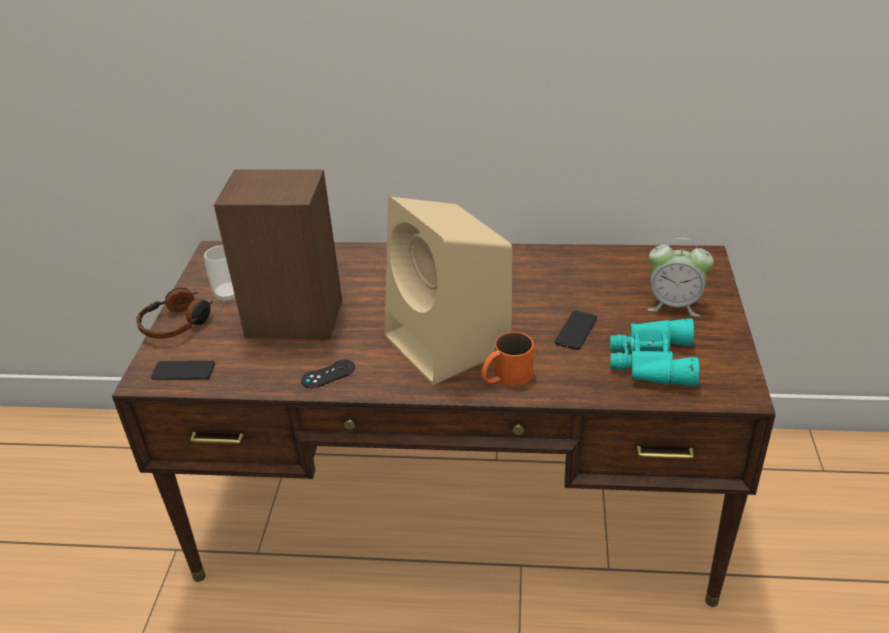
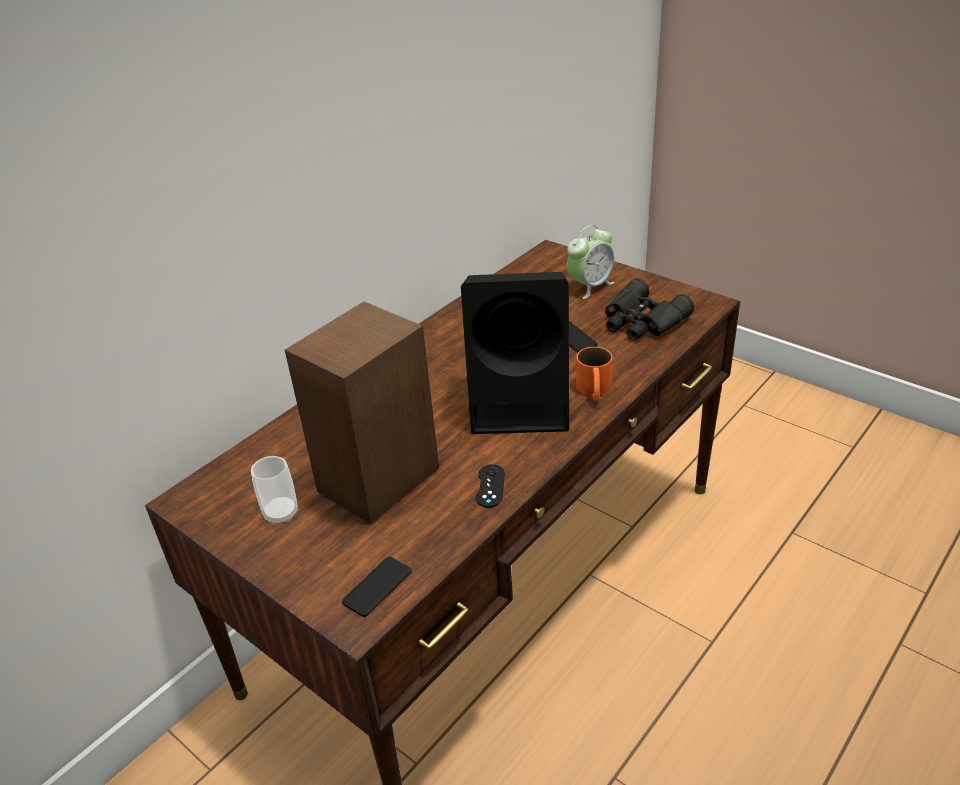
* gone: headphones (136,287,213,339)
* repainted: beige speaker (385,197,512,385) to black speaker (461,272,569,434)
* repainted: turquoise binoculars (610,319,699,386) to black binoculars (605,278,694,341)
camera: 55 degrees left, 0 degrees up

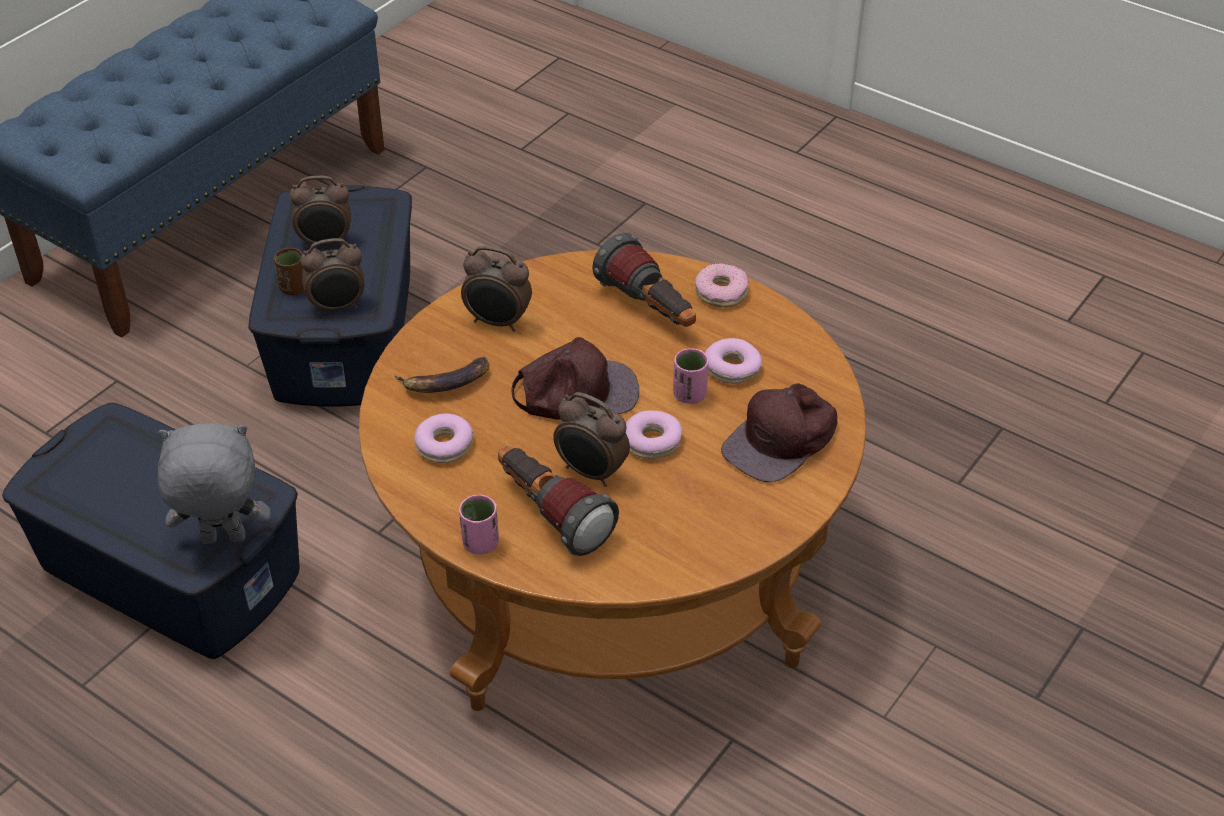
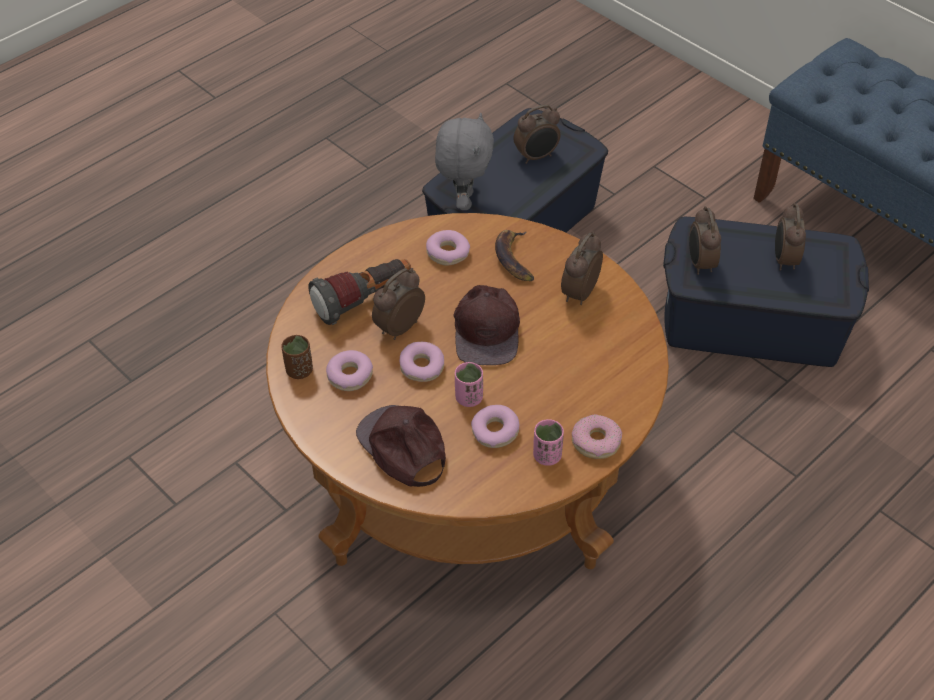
* shifted: brown cup (274,248,304,295) to (281,335,313,379)
* shifted: pink cup (459,495,499,555) to (533,419,564,466)
* gone: flashlight (592,233,696,327)
* new: donut (326,350,373,391)
* new: alarm clock (513,105,560,164)
camera: 100 degrees right, 5 degrees up

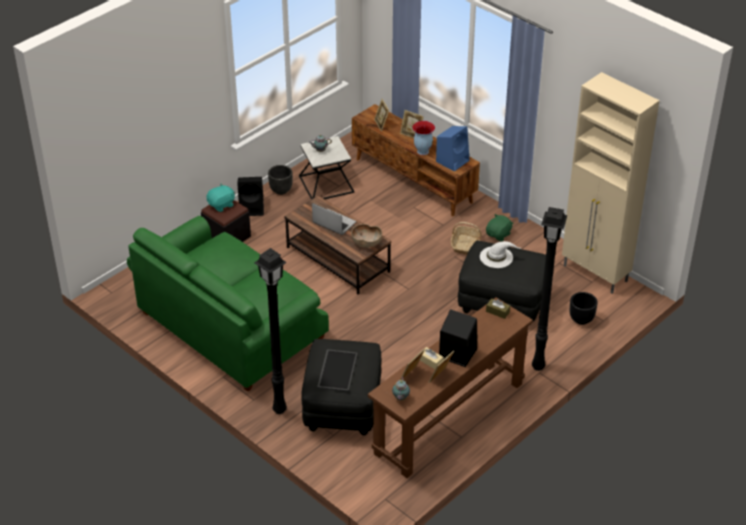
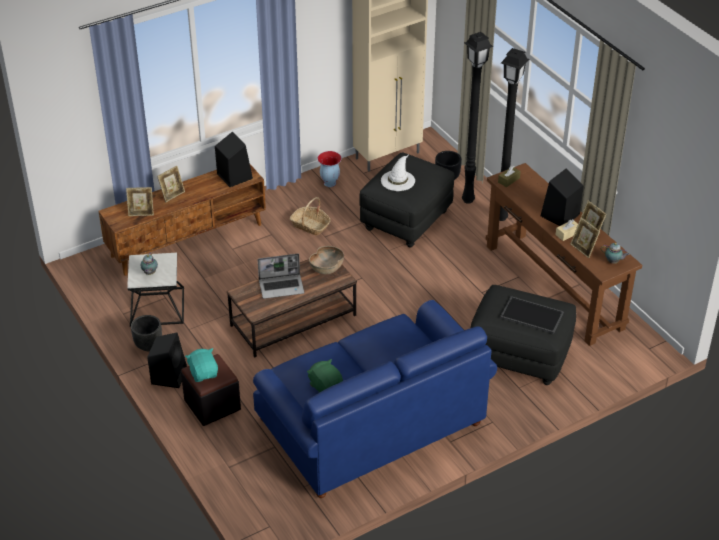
* repainted: green sofa (127,216,329,391) to blue sofa (253,300,497,498)
* shifted: black floor lamp (254,248,287,414) to (462,32,493,204)
* rotated: laptop (312,203,356,235) = (258,254,304,299) 150 degrees counterclockwise
* shifted: vase (412,121,435,155) to (318,151,342,187)
* repainted: blue speaker (436,126,469,171) to black speaker (215,131,253,187)
* shifted: green plush toy (486,214,513,241) to (307,359,343,393)
camera: 75 degrees left, 0 degrees up

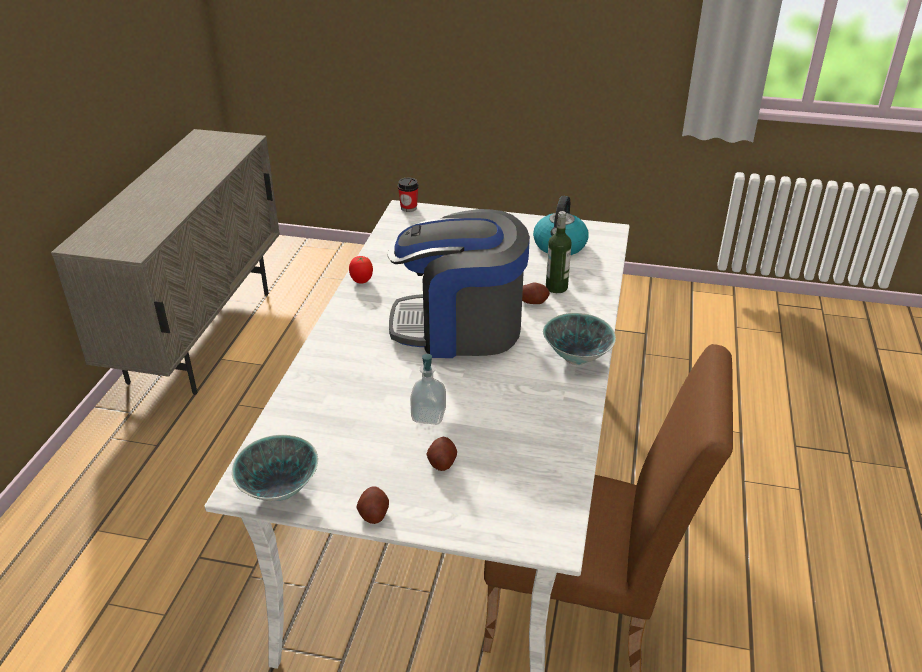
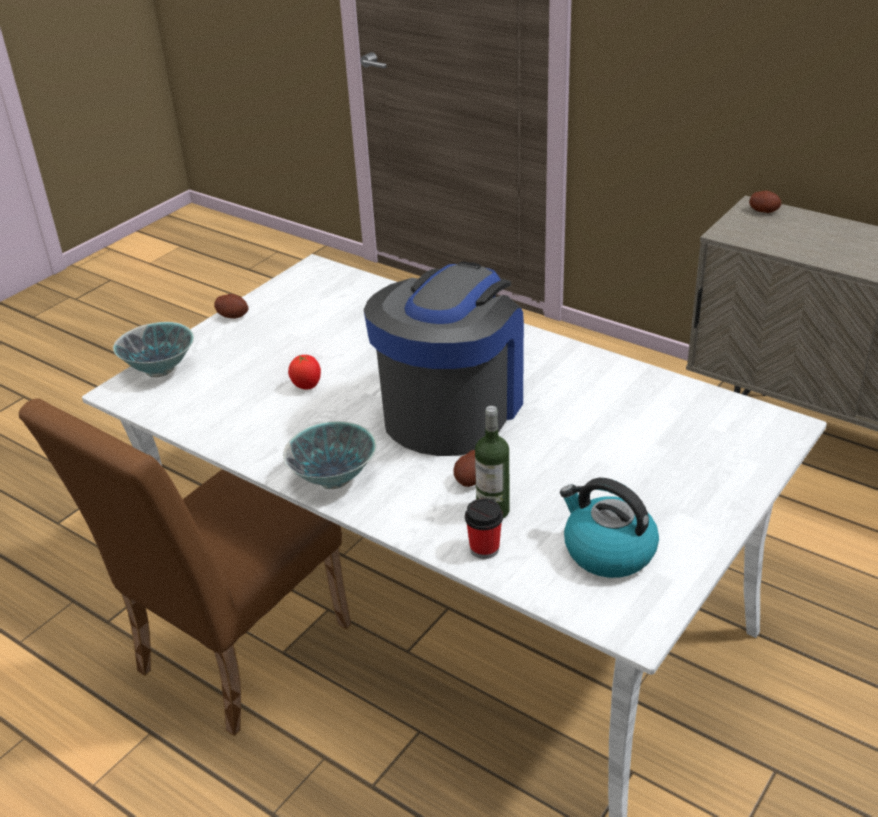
* shifted: bowl (232,435,318,501) to (113,322,194,377)
* shifted: tomato (349,256,373,284) to (288,355,321,390)
* shifted: cup (398,177,419,212) to (465,498,503,559)
* gone: soap dispenser (410,354,446,425)
* shifted: potato (426,437,457,471) to (749,191,781,213)
camera: 115 degrees right, 0 degrees up

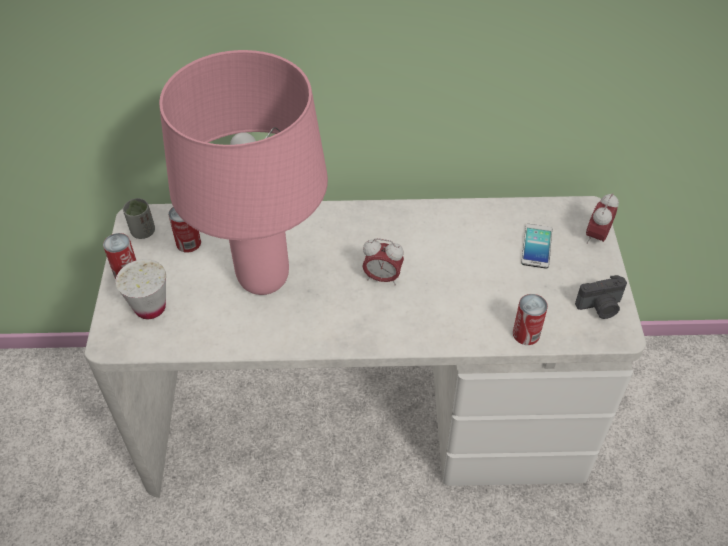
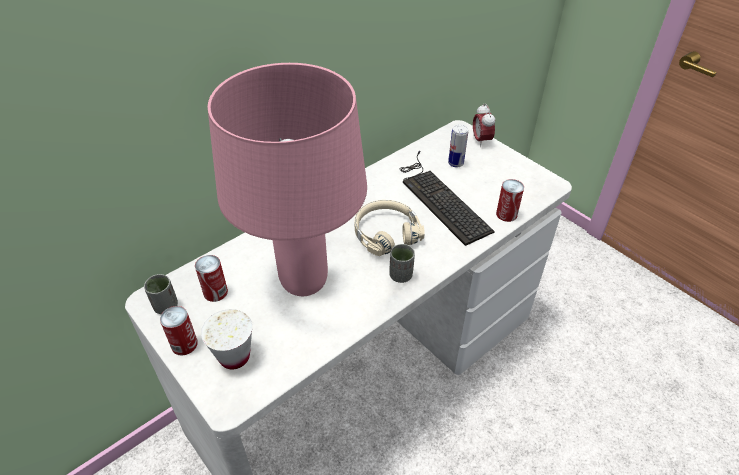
* swapped: alarm clock (362,238,404,285) to beige headphones (355,200,425,256)
* swapped: phone (521,224,552,269) to can (448,124,468,167)
* gone: photo camera (575,275,627,319)
* new: grey cup (389,244,415,283)
* new: keyboard (399,151,495,246)
camera: 40 degrees left, 5 degrees down

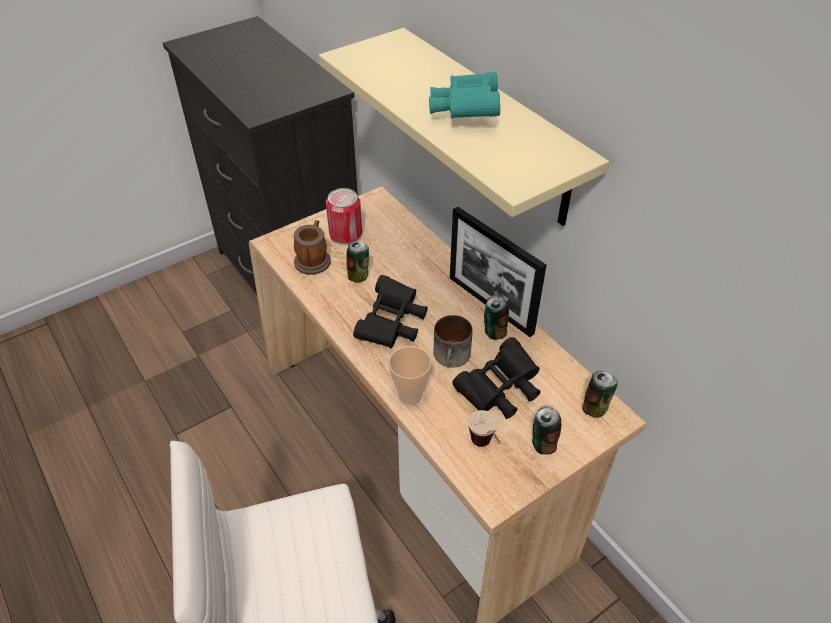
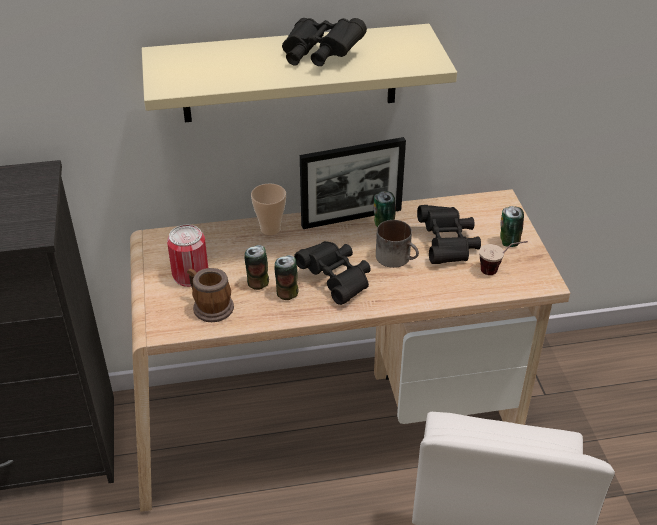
* shifted: cup (389,346,431,405) to (251,184,286,235)
* repainted: turquoise binoculars (429,72,500,118) to black binoculars (282,18,367,66)
* shifted: can (583,371,617,418) to (275,255,299,300)
camera: 65 degrees left, 5 degrees down

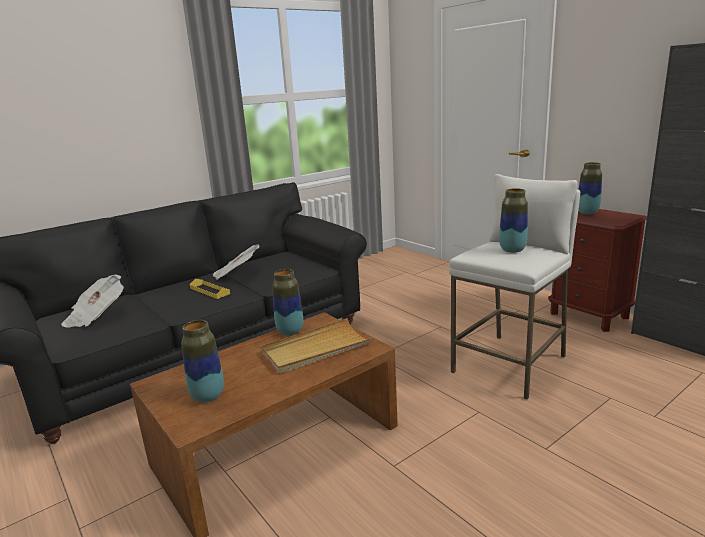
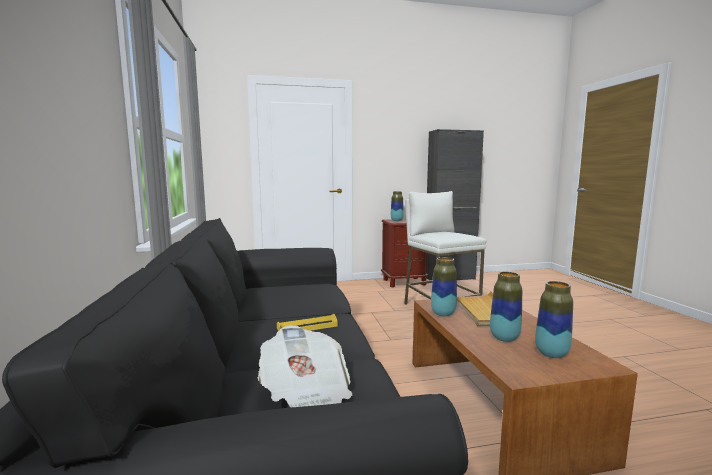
* gone: newspaper (213,244,259,280)
* shifted: vase (499,188,528,253) to (490,272,522,342)
camera: 65 degrees left, 10 degrees down

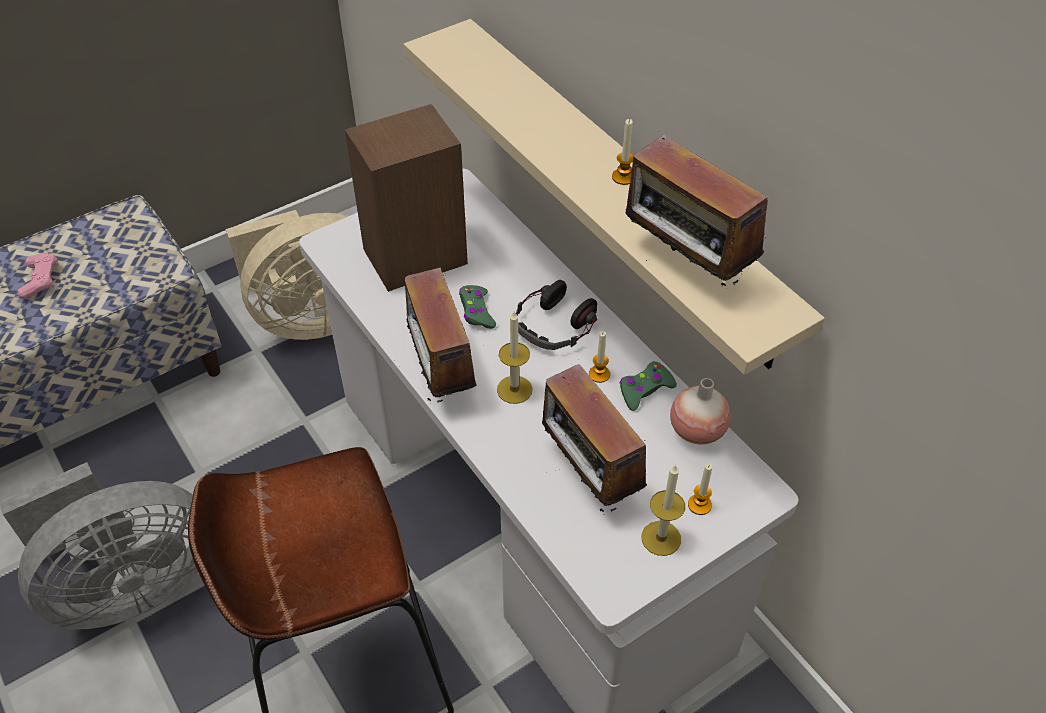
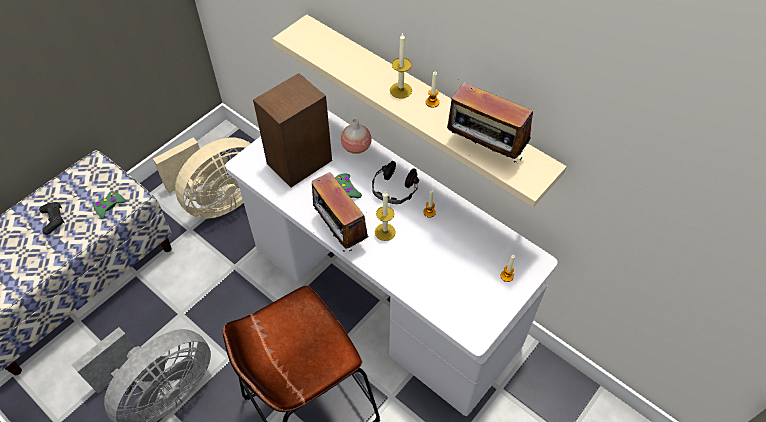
* repainted: pink game controller (18,253,59,299) to black game controller (39,202,65,235)
* gone: radio (542,364,647,512)
* shifted: green game controller (620,361,677,411) to (94,191,126,219)
* shifted: candle (641,464,685,556) to (390,33,412,99)
* shifted: vase (670,378,731,445) to (341,118,372,154)
camera: 15 degrees left, 5 degrees up

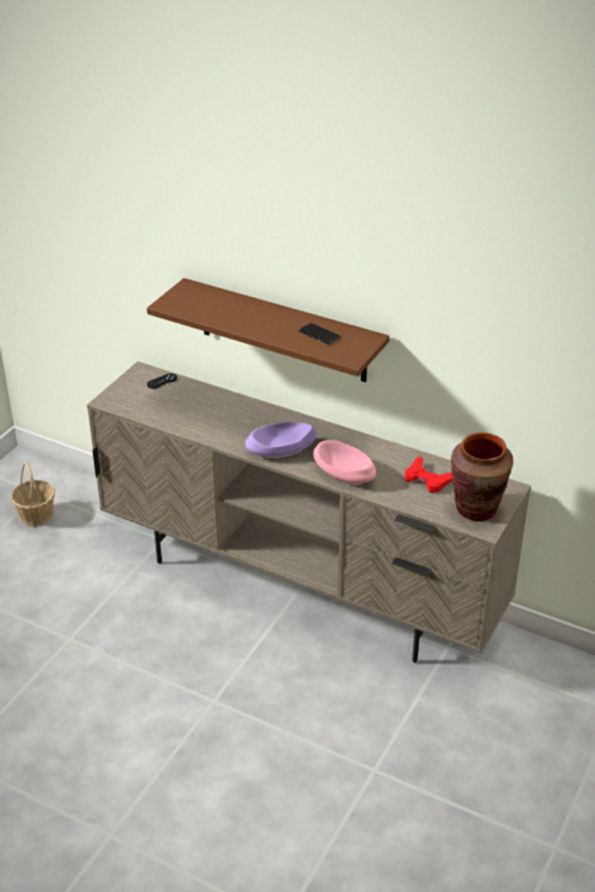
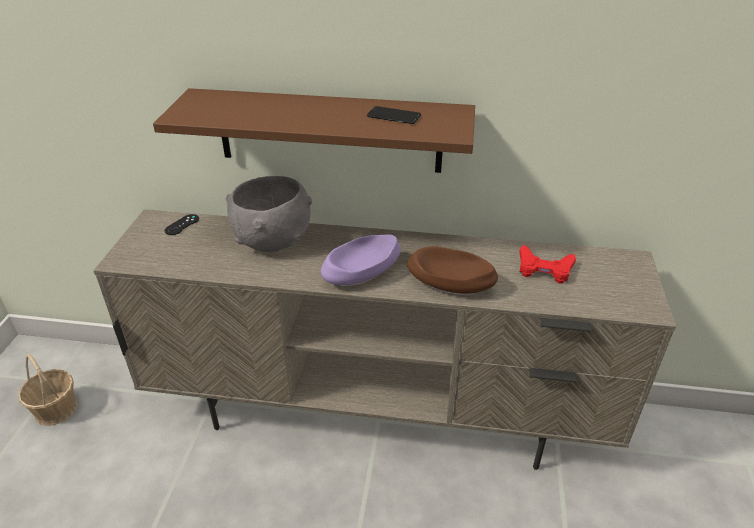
* repainted: pink bowl (313,440,376,485) to brown bowl (407,246,498,295)
* gone: brown vase (451,432,513,521)
* new: grey bowl (226,176,312,252)
camera: 20 degrees left, 0 degrees up

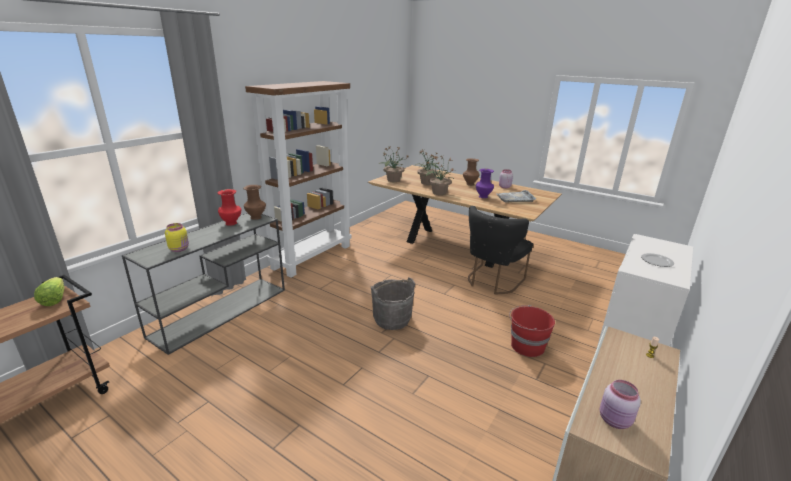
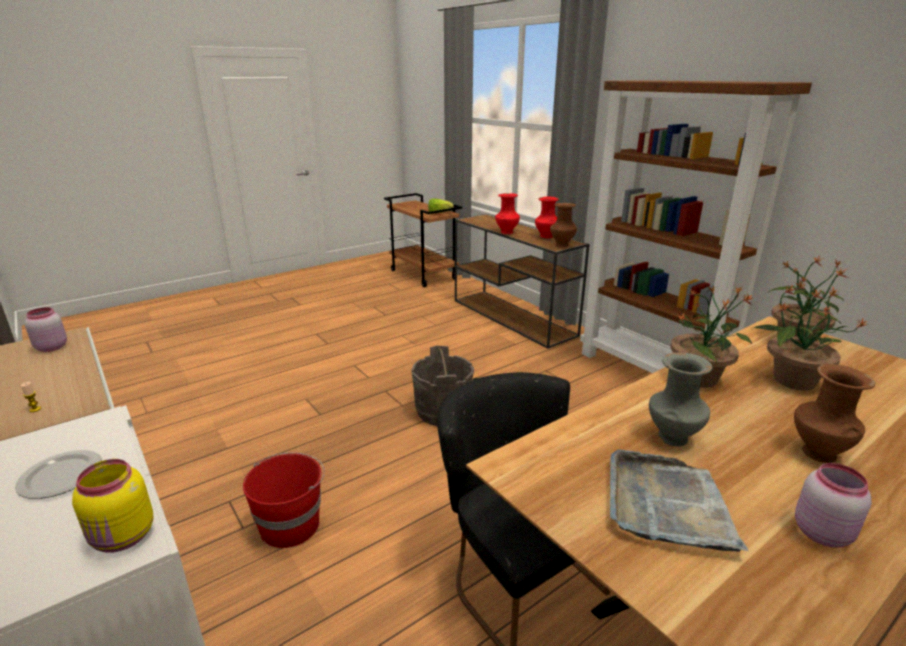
* repainted: grey console table (122,213,285,355) to brown console table (455,214,590,349)
* shifted: yellow jar (165,223,189,252) to (72,459,153,552)
* repainted: purple vase (476,169,494,198) to grey vase (649,352,712,446)
* new: red vase (495,193,520,234)
camera: 110 degrees right, 0 degrees up

